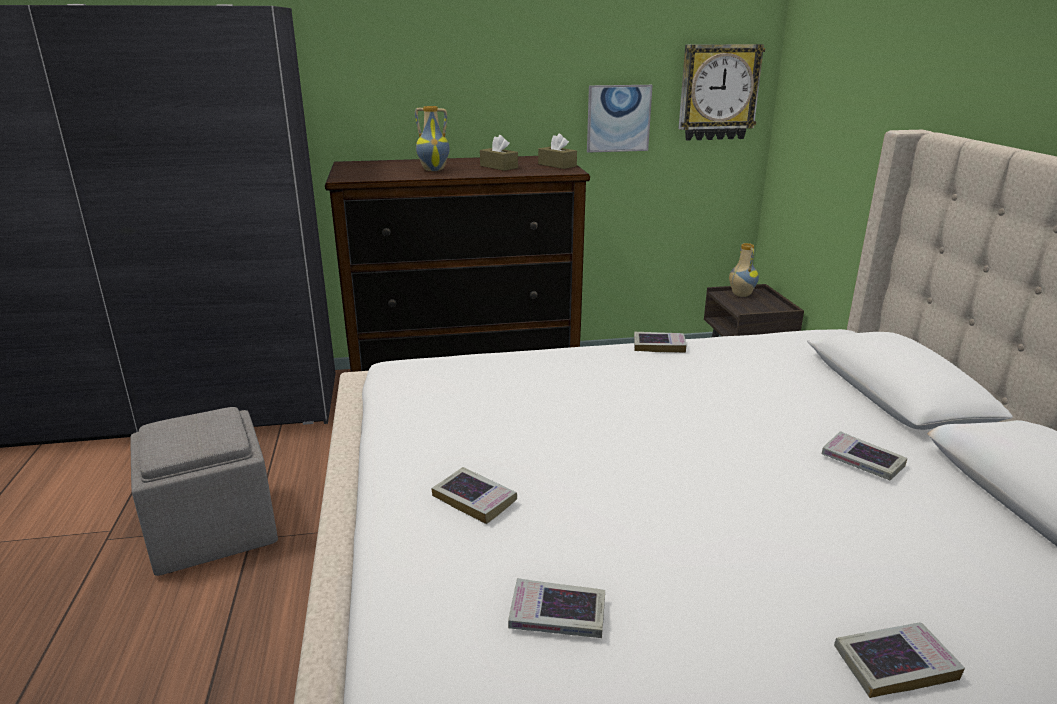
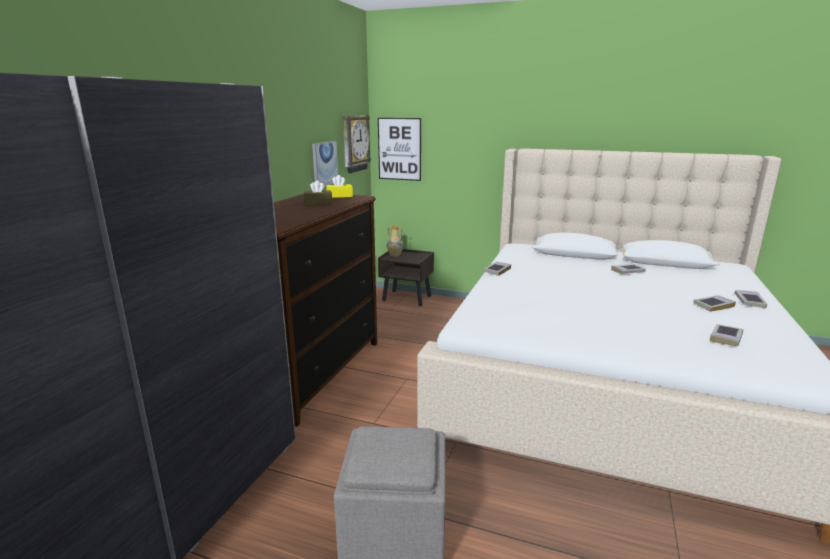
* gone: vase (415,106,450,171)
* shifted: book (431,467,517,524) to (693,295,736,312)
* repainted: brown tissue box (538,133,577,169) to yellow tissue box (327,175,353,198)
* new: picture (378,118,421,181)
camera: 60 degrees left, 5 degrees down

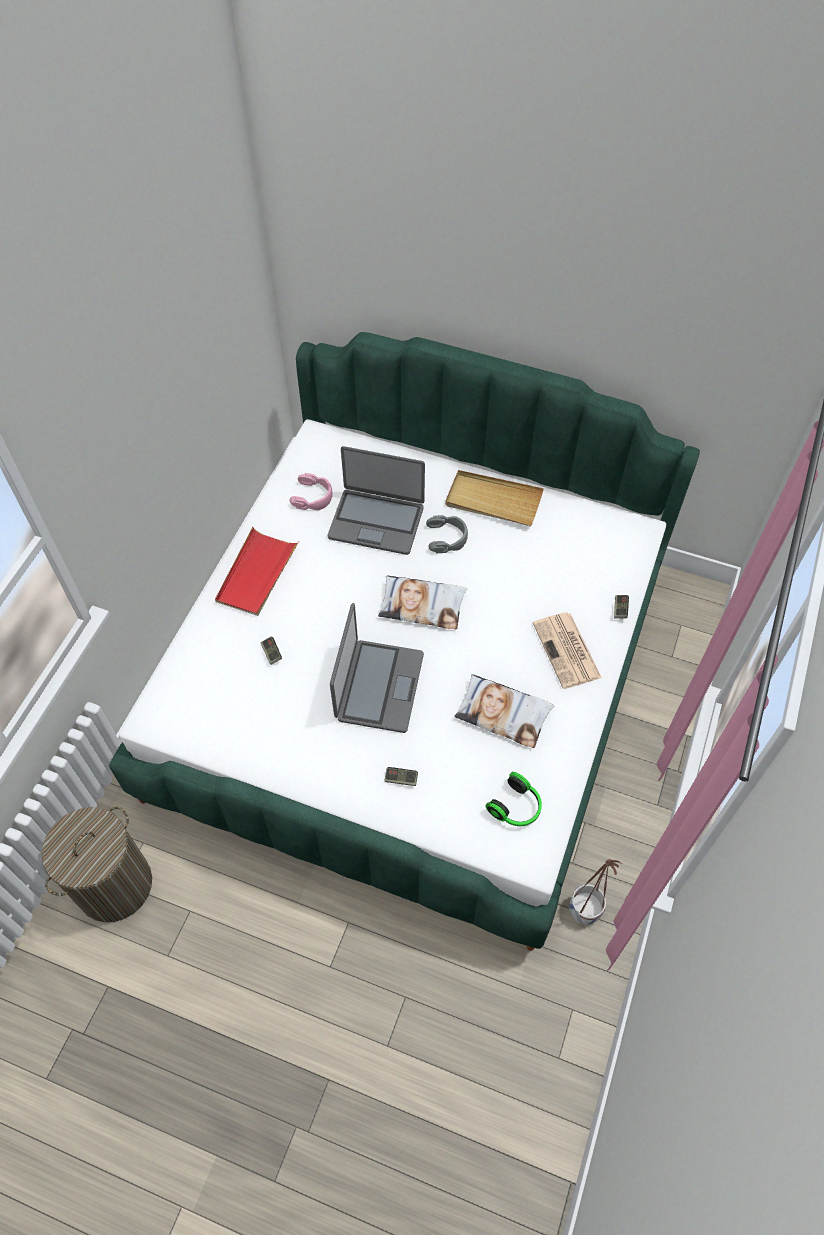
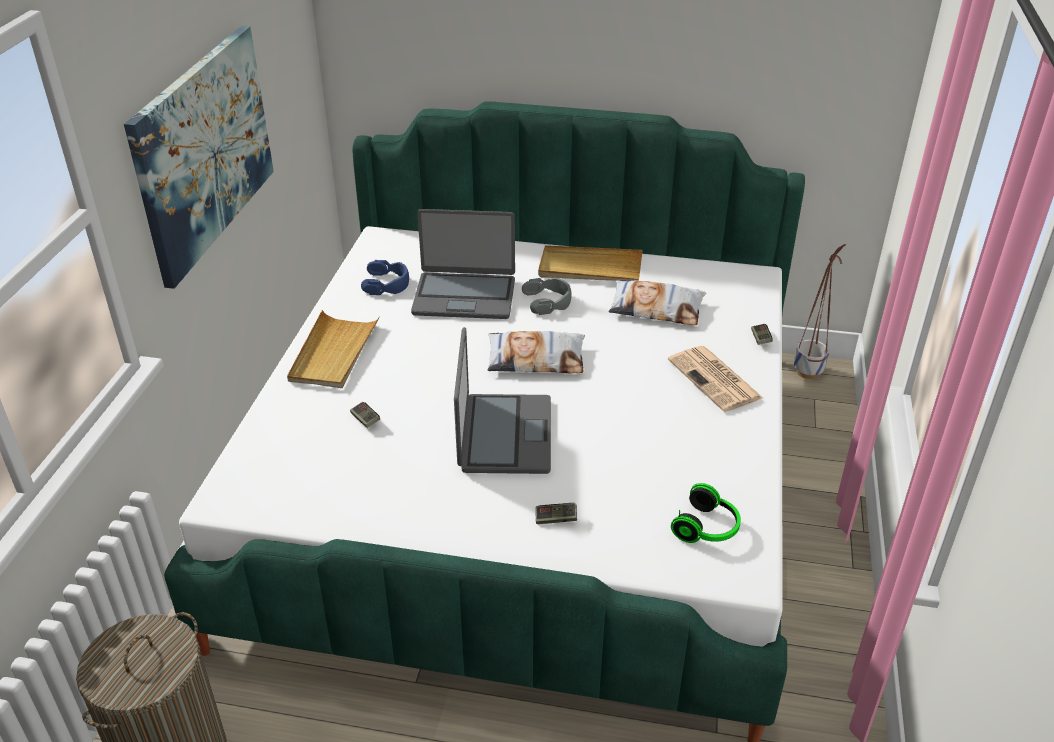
* repainted: red tray (215,527,299,616) to beige tray (287,310,380,388)
* repainted: pink headphones (289,473,332,510) to blue headphones (361,260,409,295)
* shifted: pillow (454,674,554,748) to (609,280,706,325)
* shifted: planter (569,859,622,925) to (794,244,846,379)
* new: picture (124,26,274,289)
camera: 10 degrees left, 20 degrees down

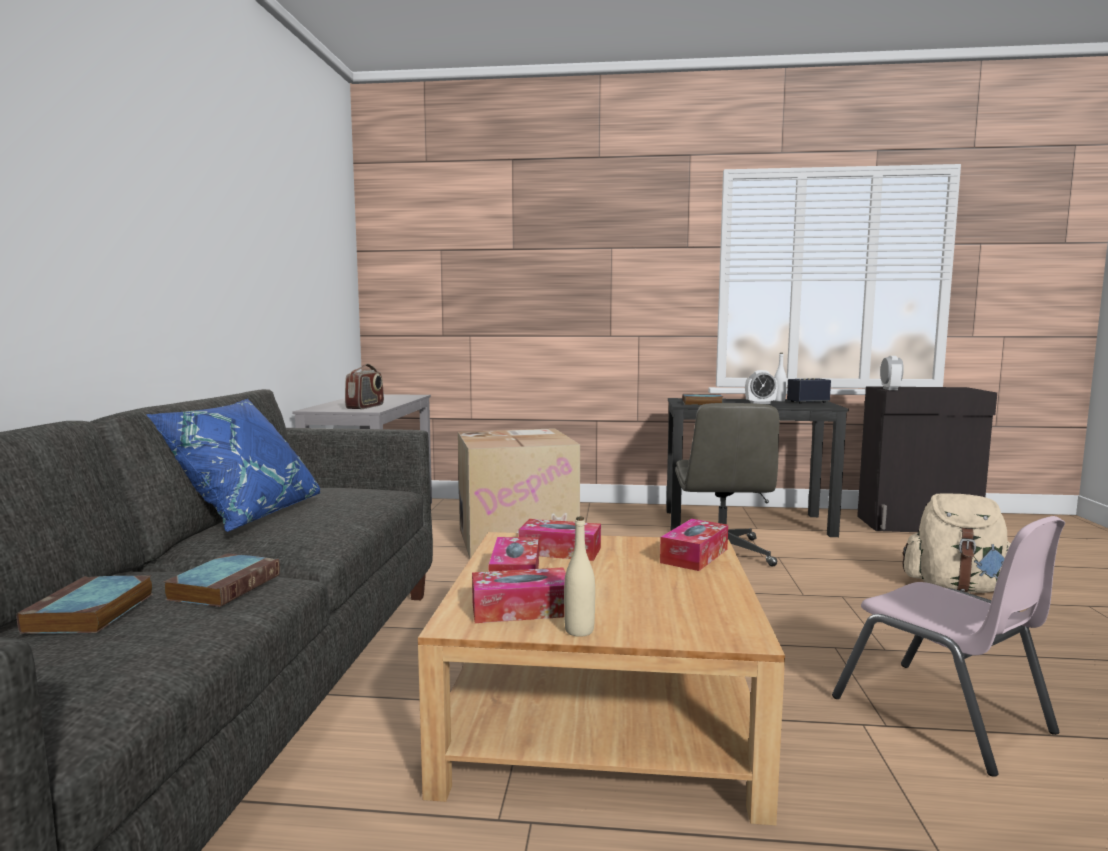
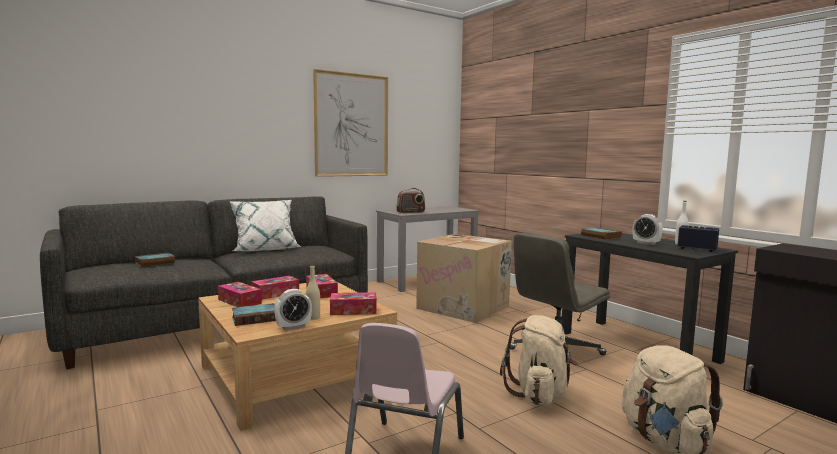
* repainted: blue pillow (146,399,321,532) to white pillow (230,200,302,252)
* shifted: book (164,553,280,607) to (232,303,276,326)
* shifted: beige bottle (564,517,595,637) to (306,264,320,319)
* shifted: alarm clock (880,356,904,390) to (274,289,312,330)
* new: picture (313,69,388,177)
* new: beige backpack (500,315,578,405)
camera: 50 degrees right, 0 degrees up

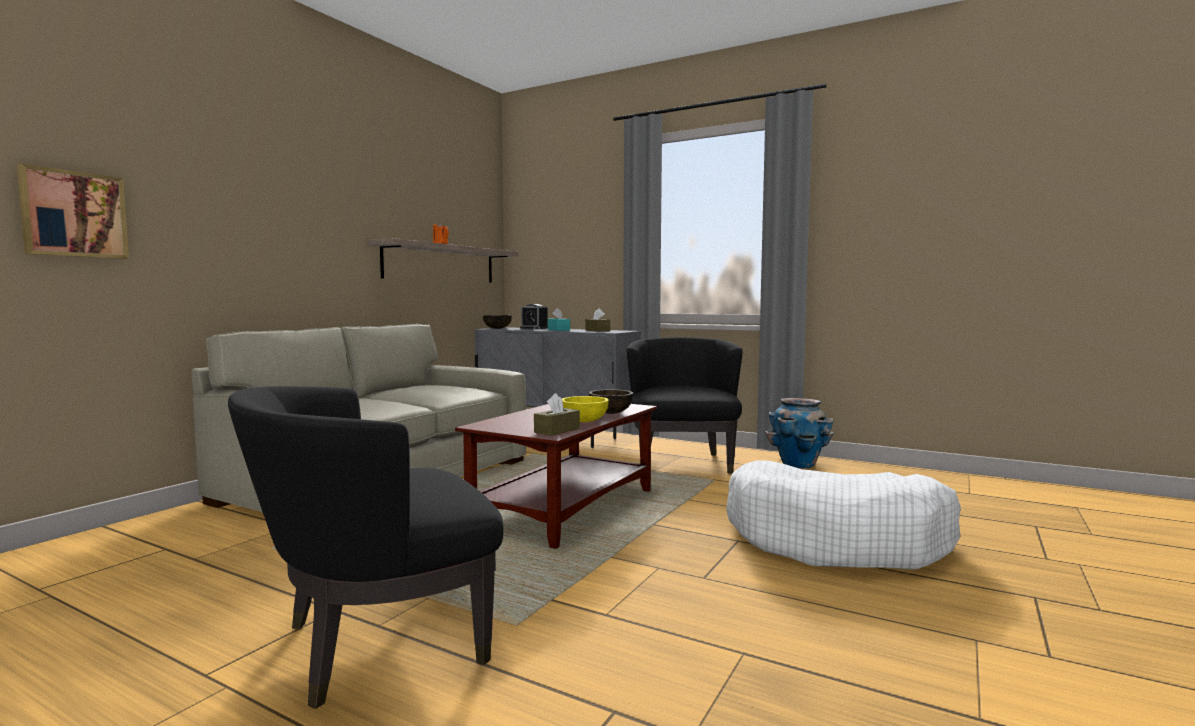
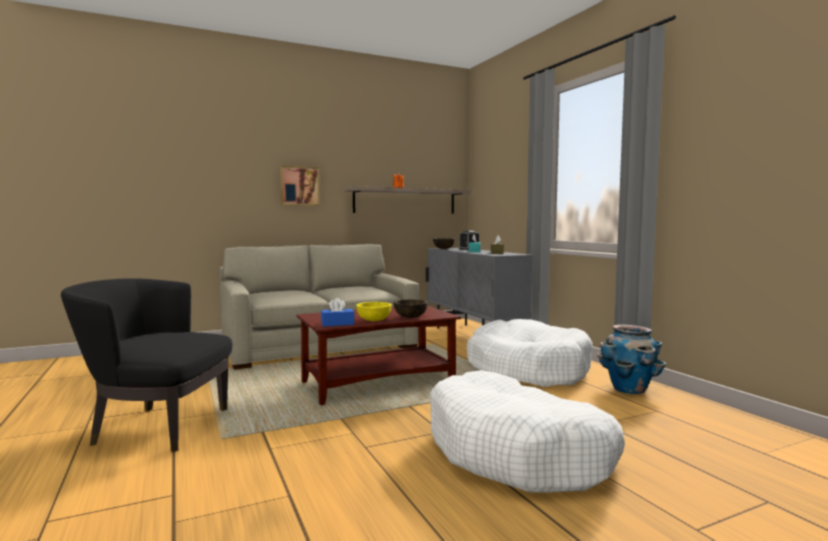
* shifted: picture (17,164,129,259) to (280,166,320,206)
* repainted: brown tissue box (534,393,580,436) to blue tissue box (321,298,354,327)
* swapped: black armchair (627,337,743,474) to white dog bed (467,319,593,387)
camera: 35 degrees right, 0 degrees up

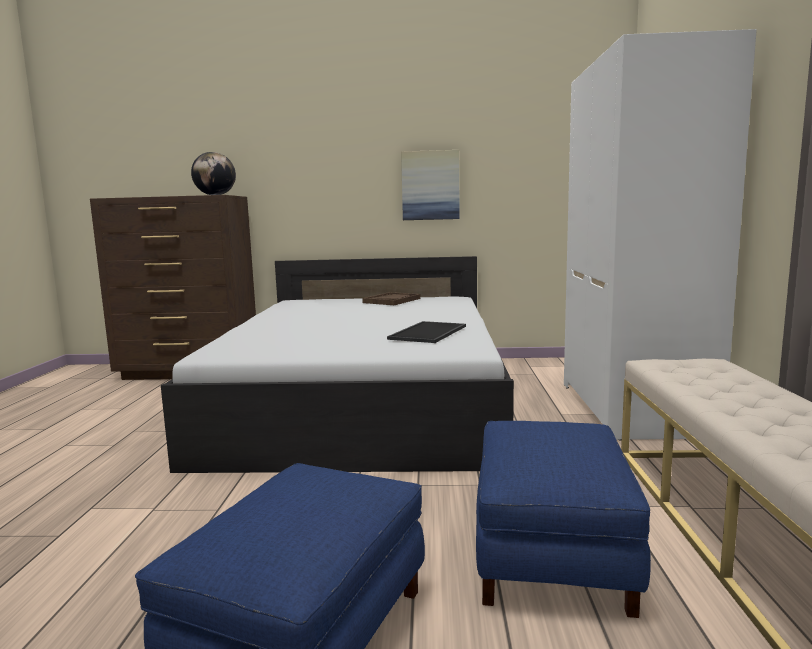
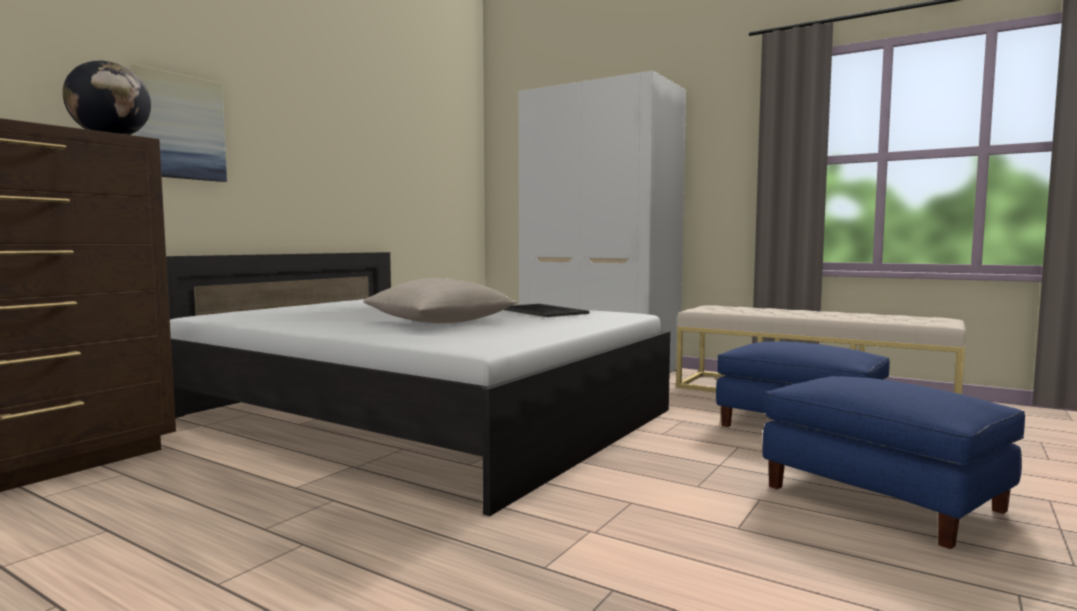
* gone: brown tray (362,292,421,305)
* shifted: picture (401,150,460,220) to (131,64,227,182)
* new: beige pillow (363,278,518,323)
camera: 60 degrees left, 5 degrees down

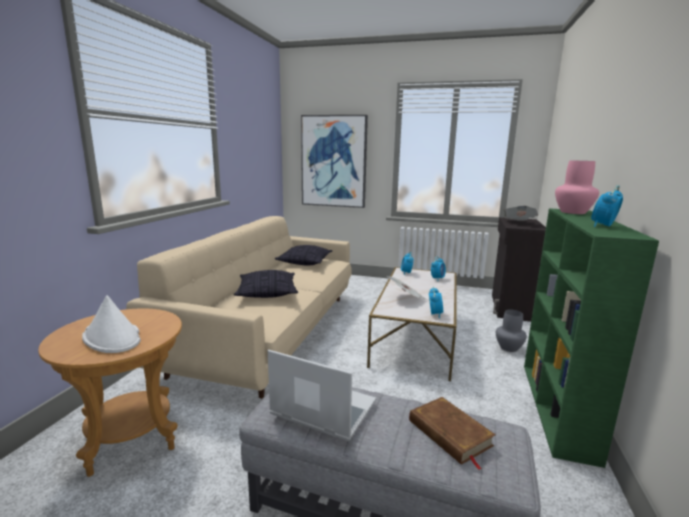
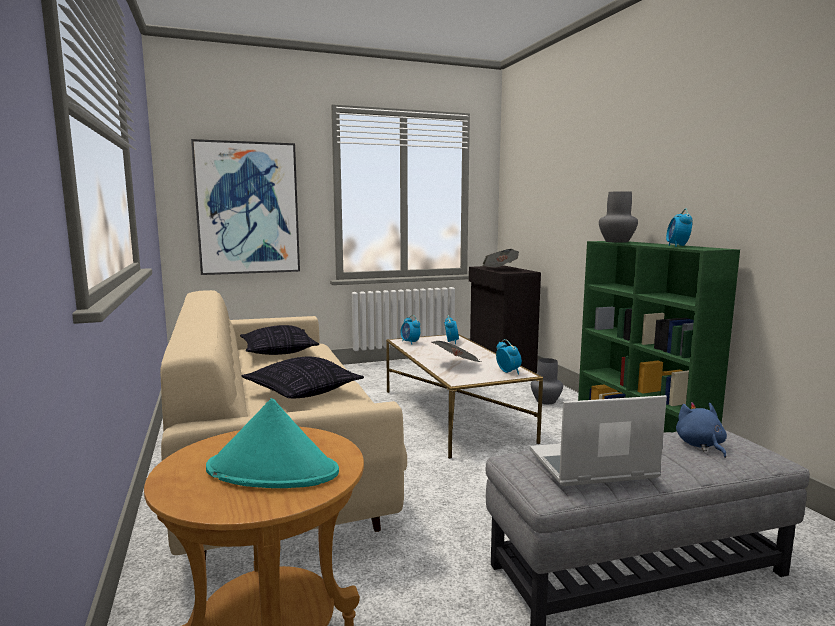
* repainted: white hat (82,295,141,353) to turquoise hat (206,398,339,488)
* swapped: brown book (409,397,495,470) to blue plush toy (676,402,727,458)
* repainted: pink vase (555,161,599,214) to grey vase (599,191,638,243)
camera: 35 degrees left, 5 degrees down

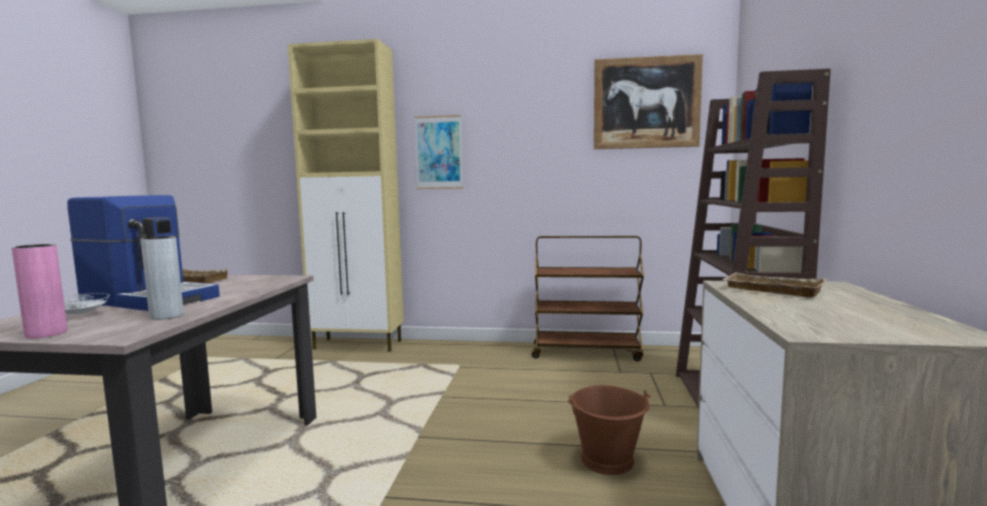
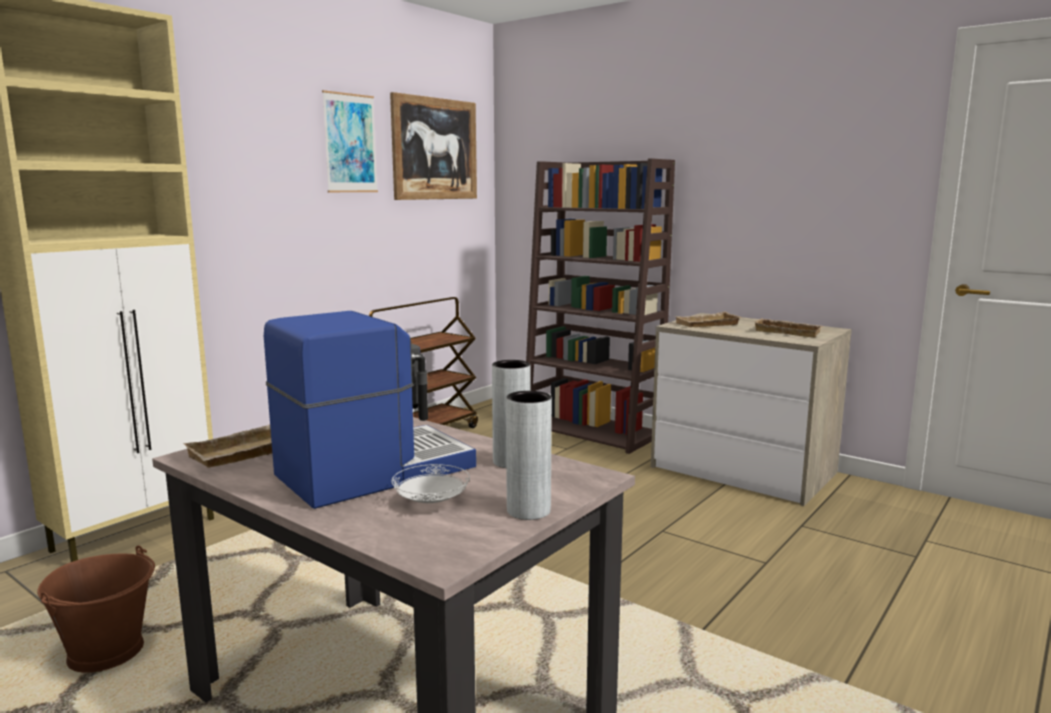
* repainted: pink vase (12,244,67,338) to grey vase (506,391,552,520)
* shifted: picture (414,115,463,189) to (322,90,378,192)
* shifted: brown bucket (567,385,650,475) to (37,545,155,673)
* new: beige tray (755,318,824,337)
camera: 60 degrees left, 5 degrees up

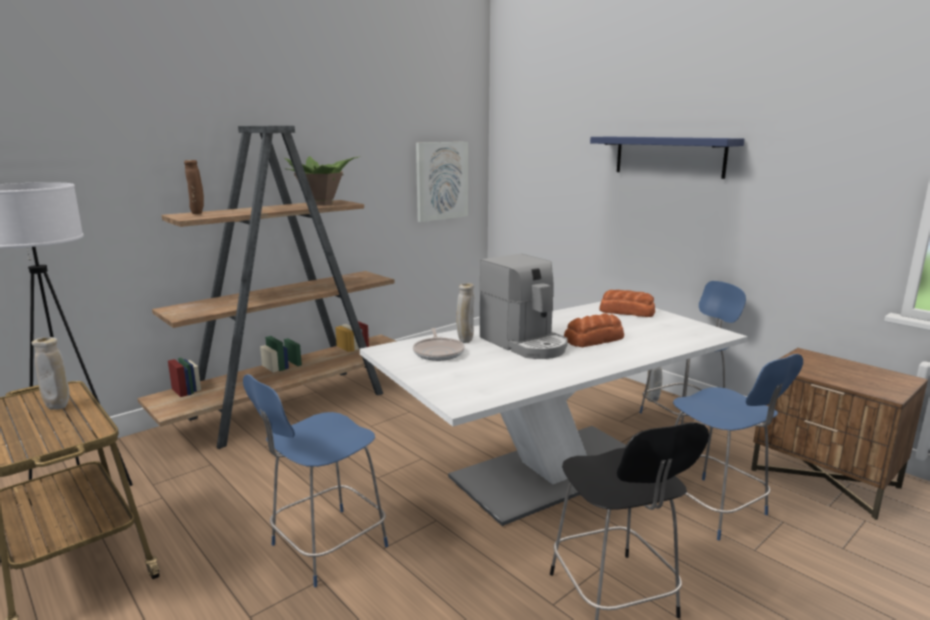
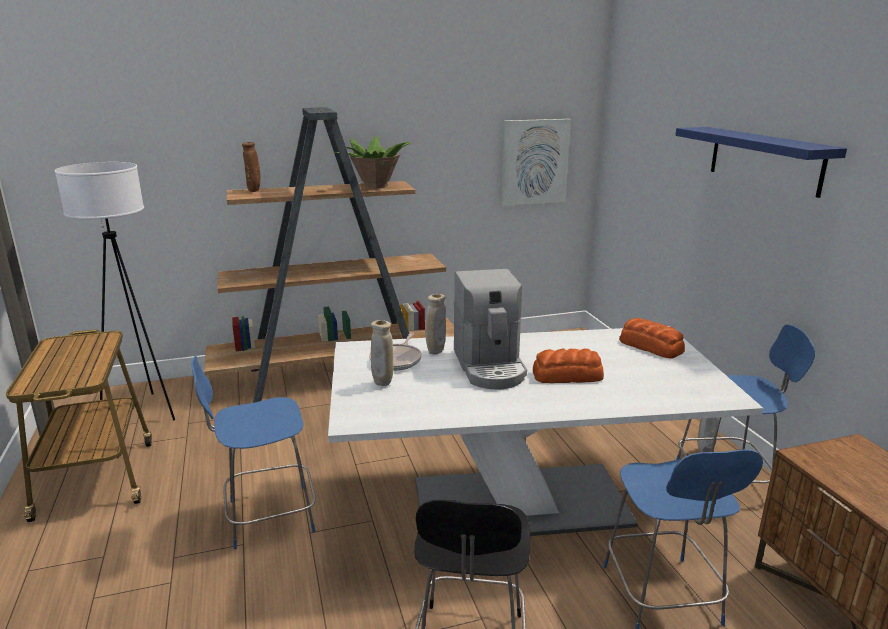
* shifted: beige vase (32,337,69,410) to (371,320,394,386)
camera: 25 degrees right, 5 degrees up

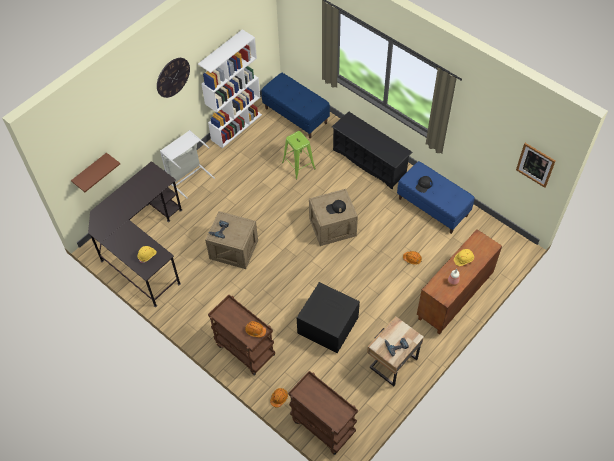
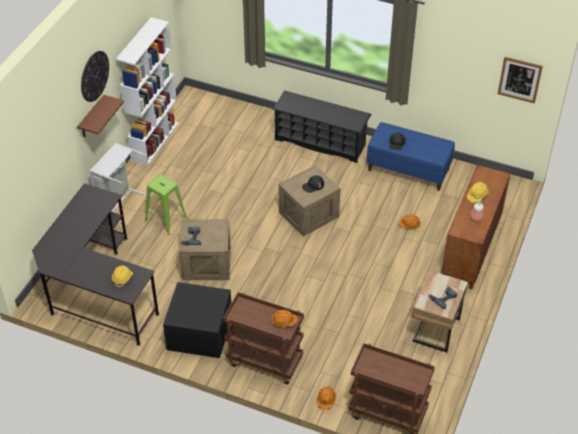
* shifted: brown shelf (71,153,120,192) to (77,95,124,137)
* gone: blue bench (262,73,330,138)
* shifted: green stool (282,131,316,180) to (145,174,188,235)
* shifted: black storage box (297,282,360,353) to (163,282,231,358)
camera: 20 degrees left, 10 degrees down

